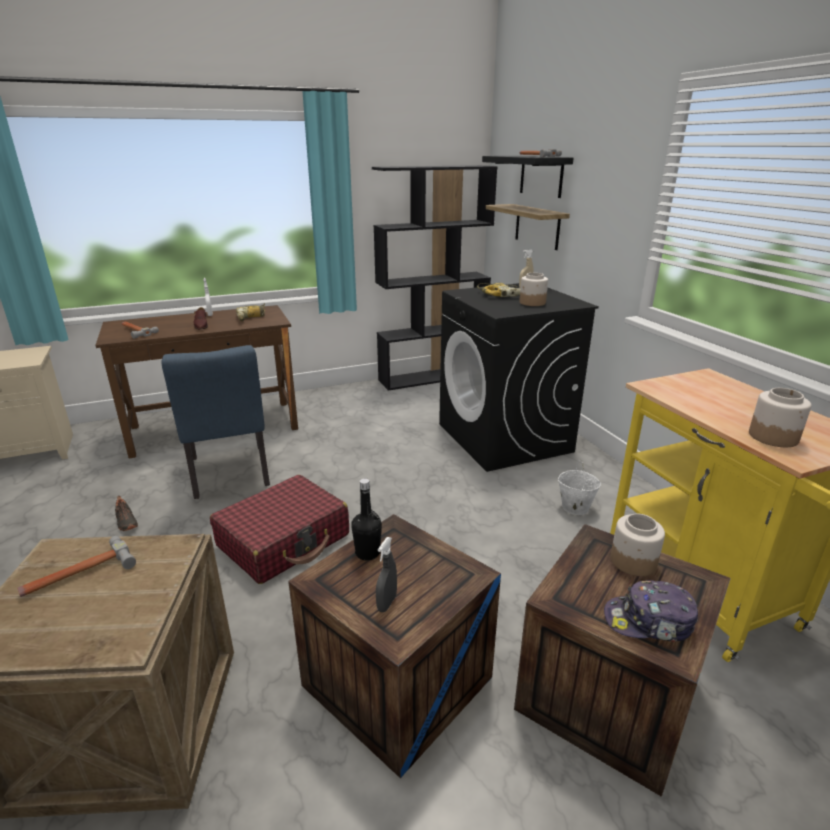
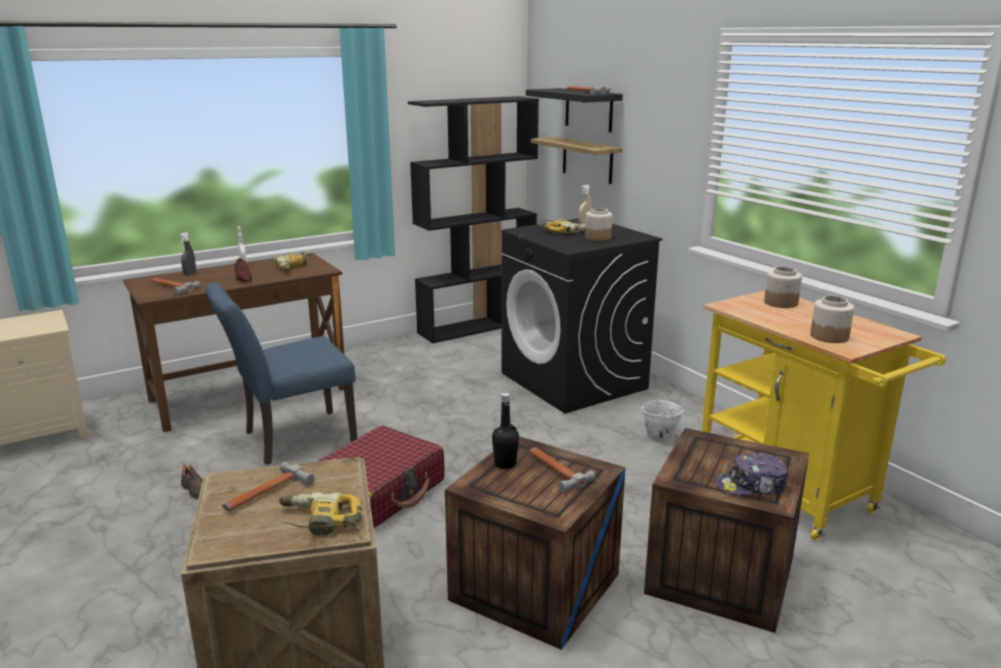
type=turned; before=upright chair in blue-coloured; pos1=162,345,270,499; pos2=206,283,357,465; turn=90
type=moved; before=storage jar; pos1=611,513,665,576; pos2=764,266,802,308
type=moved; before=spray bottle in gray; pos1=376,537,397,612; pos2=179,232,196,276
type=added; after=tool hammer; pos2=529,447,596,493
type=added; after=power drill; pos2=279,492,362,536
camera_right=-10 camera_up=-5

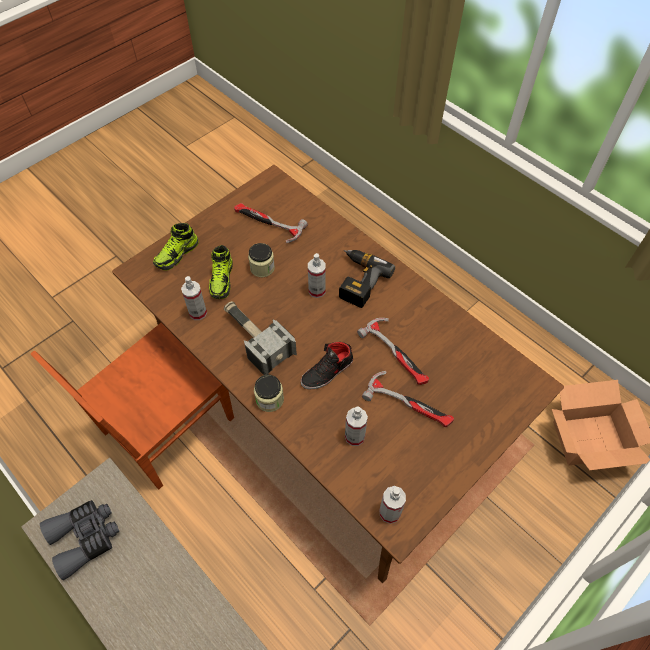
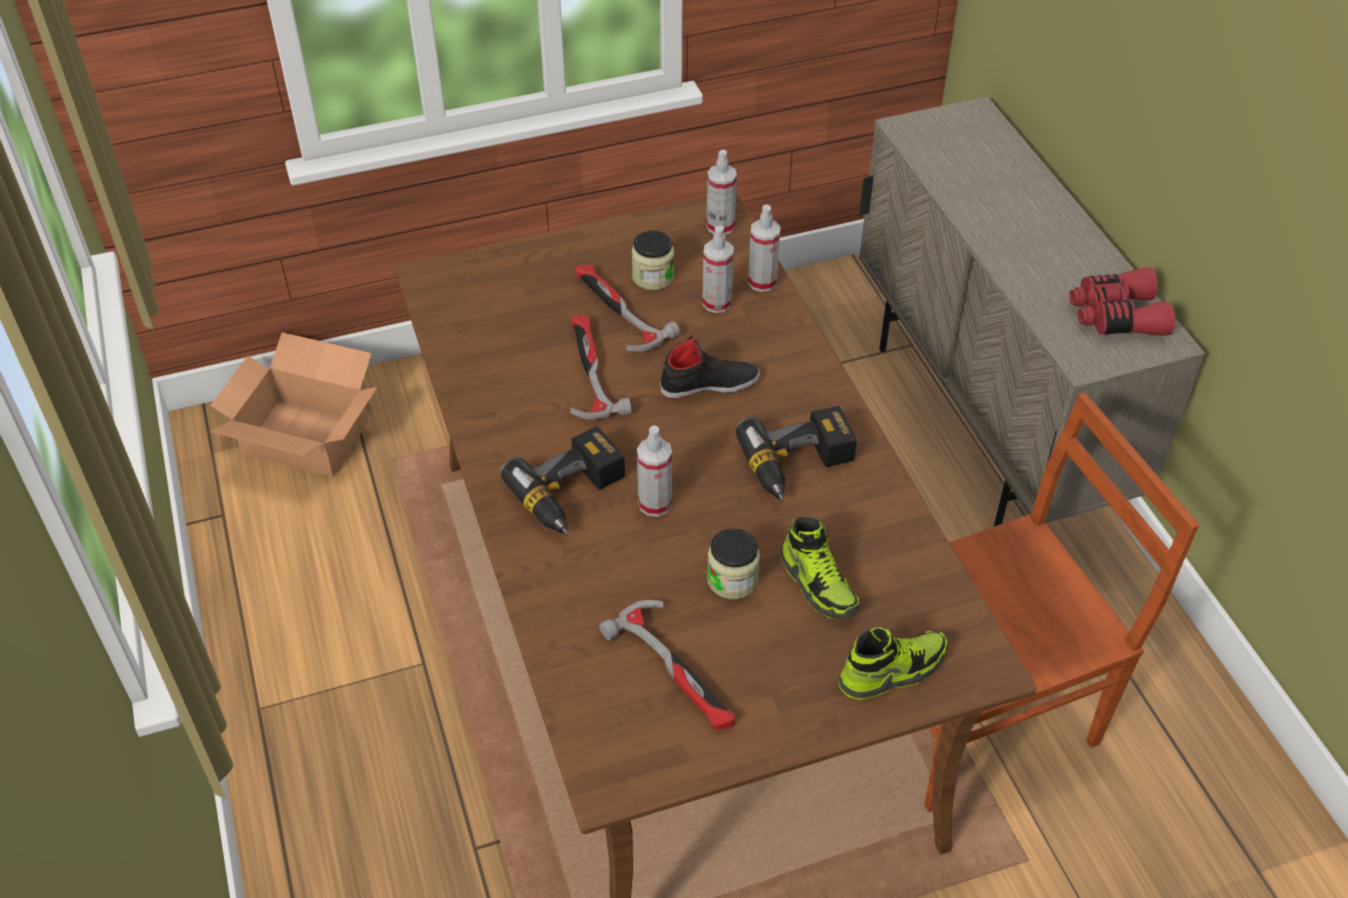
type=turned; before=shoe; pos1=209,245,233,299; pos2=781,517,860,619; turn=120
type=moved; before=spray bottle; pos1=181,276,207,320; pos2=748,205,781,292
type=replaced; before=tool hammer; after=power drill; pos1=224,301,297,375; pos2=736,406,857,502
type=moved; before=storage jar; pos1=254,375,284,412; pos2=631,230,674,290
type=recoloured; before=pair of binoculars in gray; after=pair of binoculars in red-coloured; pos1=40,500,119,580; pos2=1069,267,1175,336
camera_right=-155 camera_up=-10

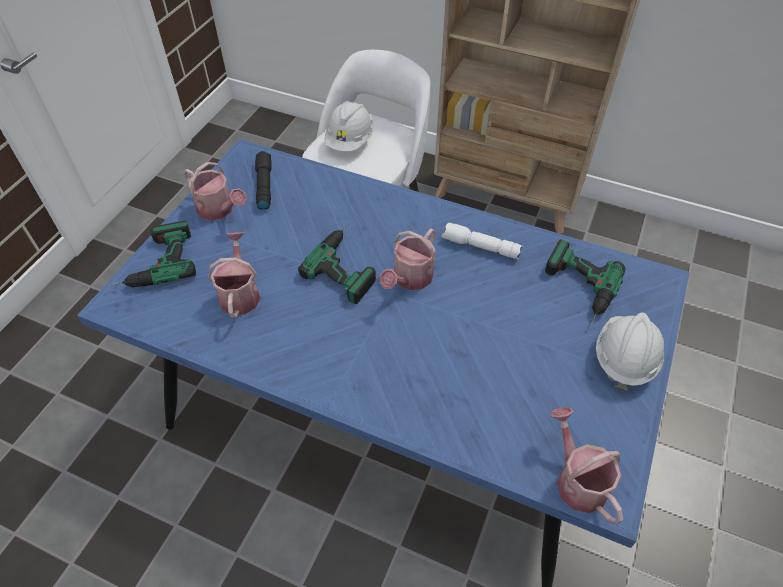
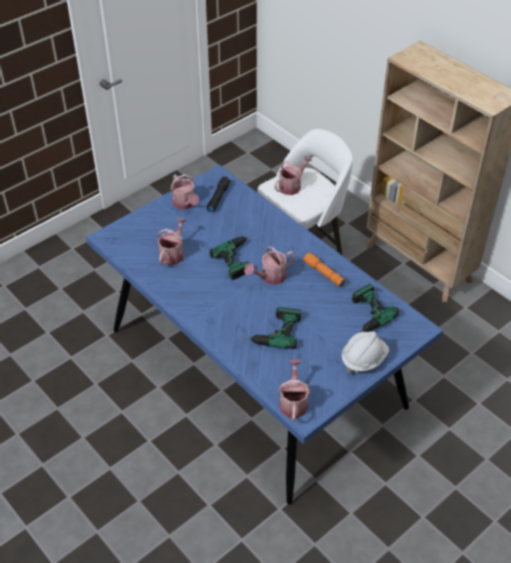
type=replaced; before=work helmet in white; after=sprinkling can; pos1=324,101,374,152; pos2=274,156,312,195
type=moved; before=power drill; pos1=107,220,196,287; pos2=241,307,301,349
type=recoloured; before=flashlight in white; after=flashlight in orangey; pos1=442,223,522,259; pos2=302,253,345,287
camera_right=25 camera_up=-5

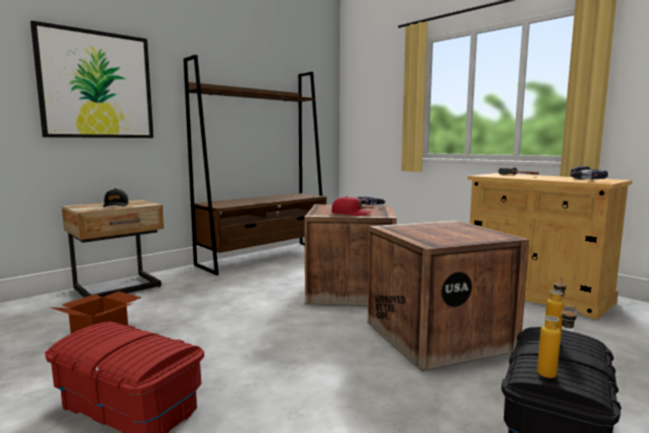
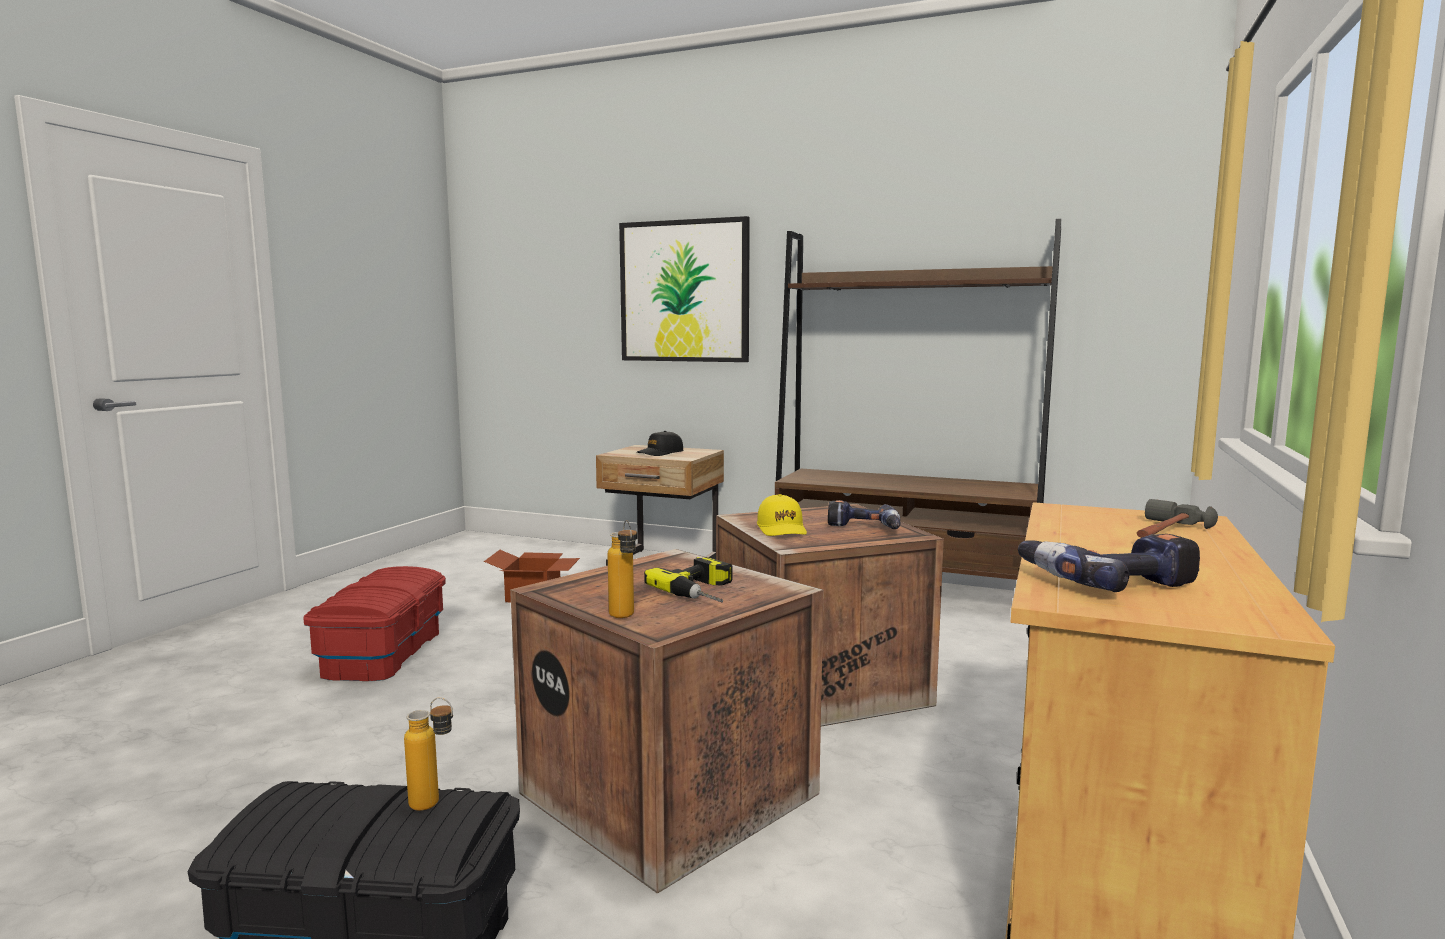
type=recoloured; before=cap in red-coloured; after=cap in yellow-coloured; pos1=332,196,372,216; pos2=757,494,807,536
type=moved; before=drink bottle; pos1=537,305,577,378; pos2=607,520,637,618
type=added; after=power drill; pos2=644,557,732,603
camera_right=65 camera_up=0

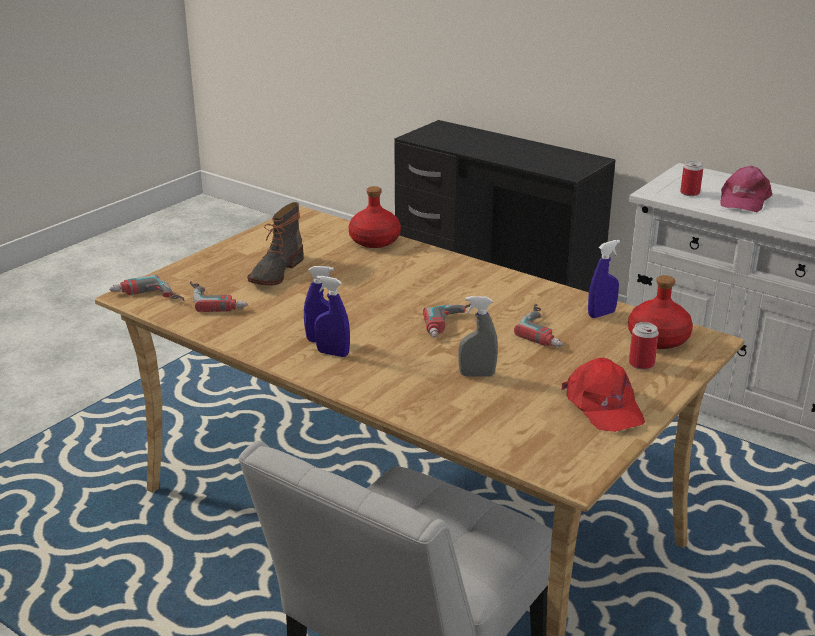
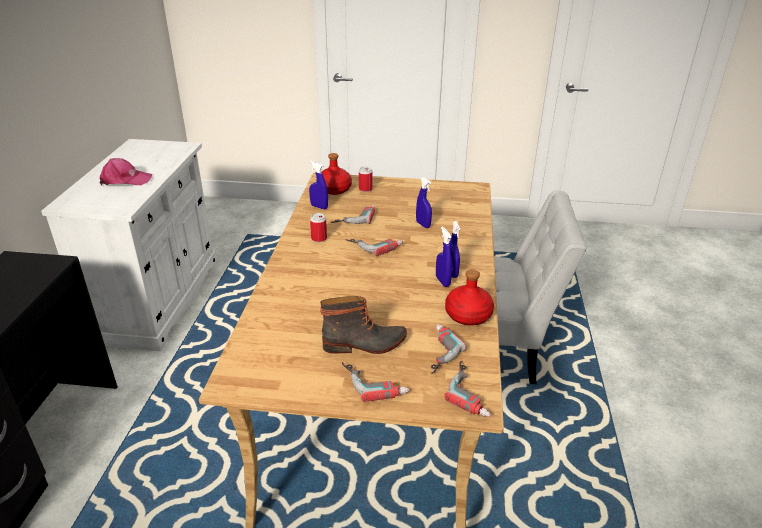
type=moved; before=sealed can; pos1=680,161,703,196; pos2=310,213,327,242
type=moved; before=drink bottle in red-coloured; pos1=348,186,401,248; pos2=445,269,494,326
type=recoloured; before=spray bottle in gray; after=spray bottle in blue-coloured; pos1=458,296,498,377; pos2=416,177,432,228
type=removed; before=cap in red-coloured; pos1=562,358,645,432
type=added; after=power drill; pos2=342,362,409,402
camera_right=-120 camera_up=5

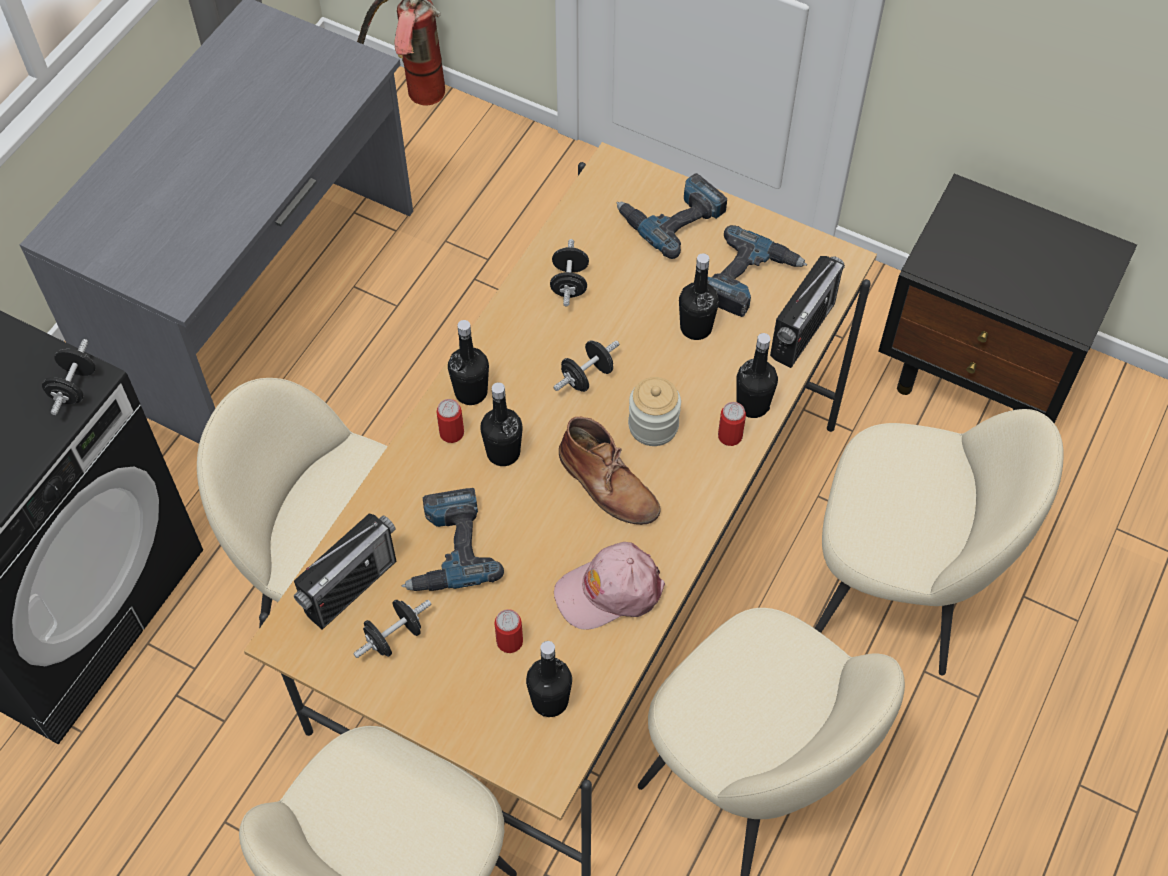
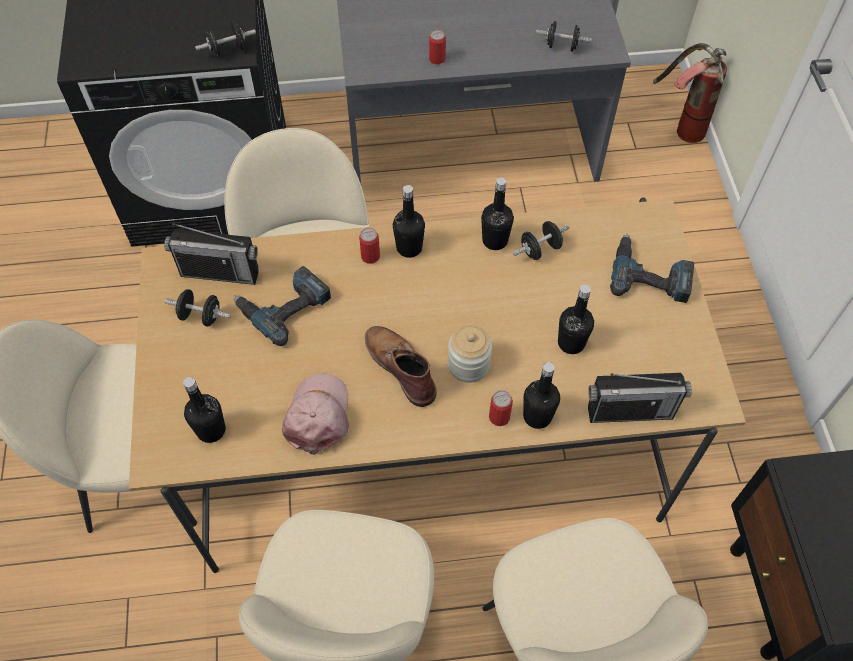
type=removed; before=power drill; pos1=707,225,807,317
type=moved; before=hand weight in black-coloured; pos1=553,340,619,392; pos2=536,21,592,52
type=moved; before=drink bottle in black-coloured; pos1=480,383,523,466; pos2=481,177,514,250
type=turned; before=boot in brown; pos1=559,417,661,525; pos2=365,326,436,407; turn=135
type=turned; before=cap in pink-coloured; pos1=554,542,665,630; pos2=282,373,349,455; turn=60
type=moved; before=sealed can; pos1=494,609,523,653; pos2=429,30,446,64
camera_right=55 camera_up=0

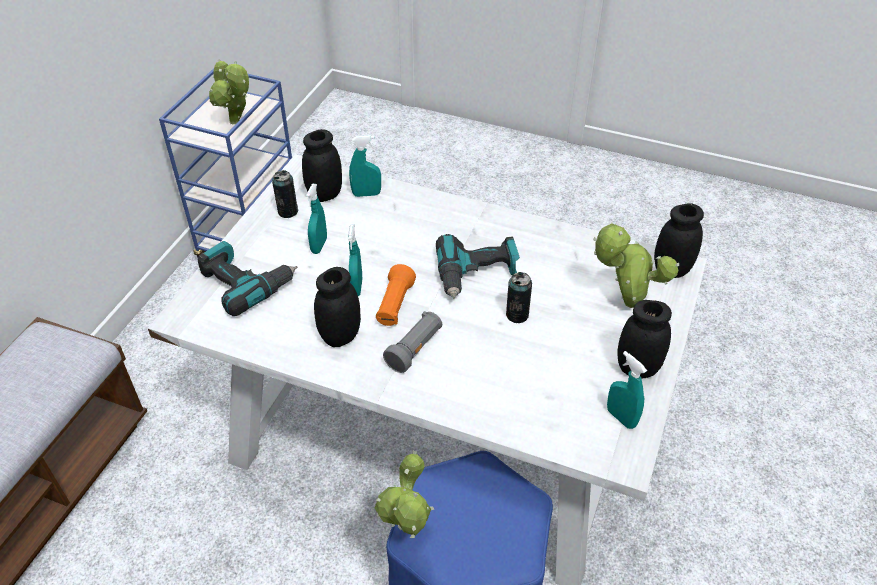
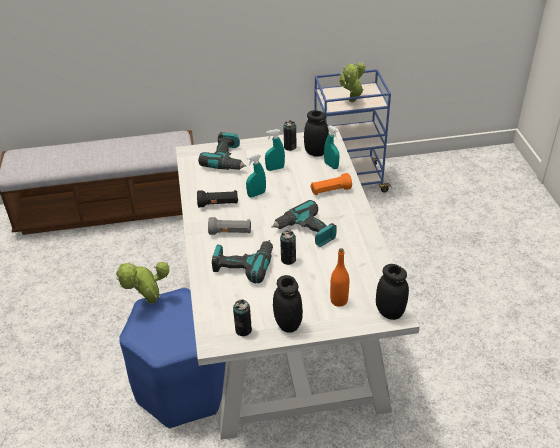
type=replaced; before=potted plant; after=drink bottle in orangey; pos1=593,222,679,308; pos2=330,248,349,307
type=moved; before=flashlight in orangey; pos1=376,264,416,326; pos2=310,173,352,195
type=replaced; before=storage jar in black-coloured; after=flashlight in black-coloured; pos1=314,267,361,347; pos2=197,190,238,207
type=replaced; before=spray bottle in turquoise; after=sealed can; pos1=607,351,647,429; pos2=233,300,252,336
type=added; after=power drill; pos2=212,240,273,284
camera_right=60 camera_up=-5

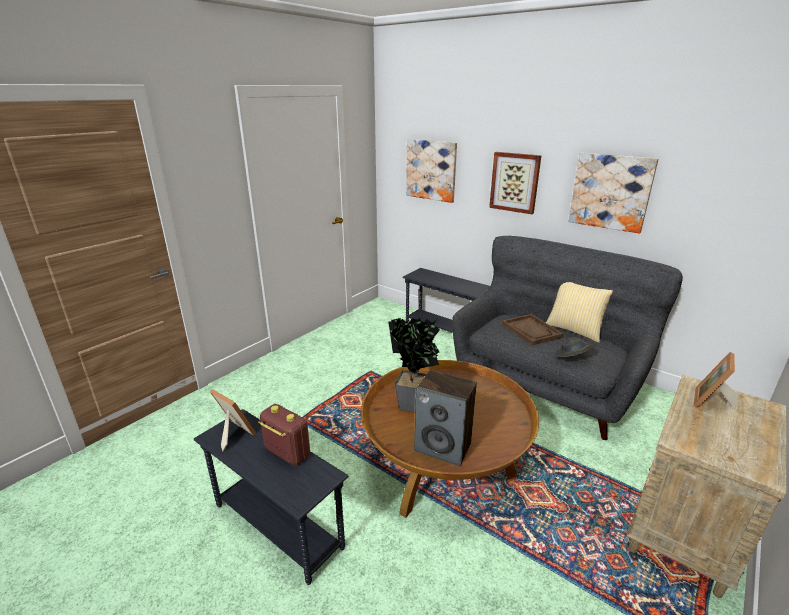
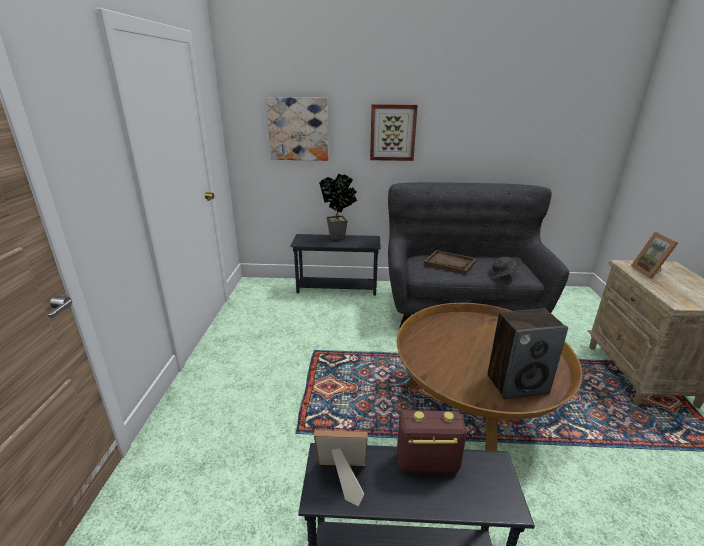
type=removed; before=picture; pos1=569,153,658,233
type=removed; before=cushion; pos1=546,282,613,343
type=moved; before=potted plant; pos1=388,318,440,412; pos2=319,174,357,240
camera_right=-35 camera_up=0

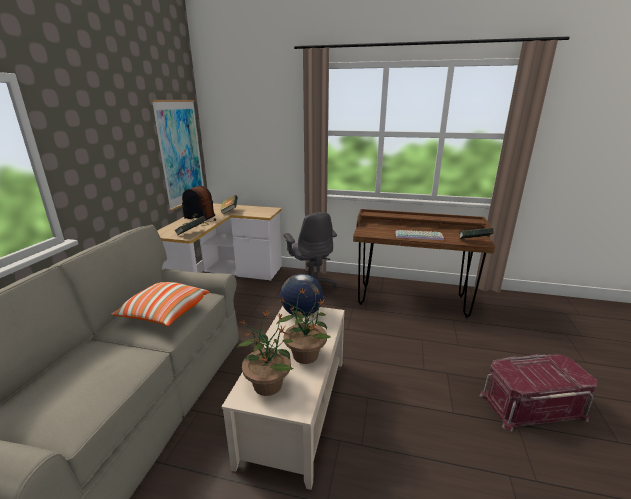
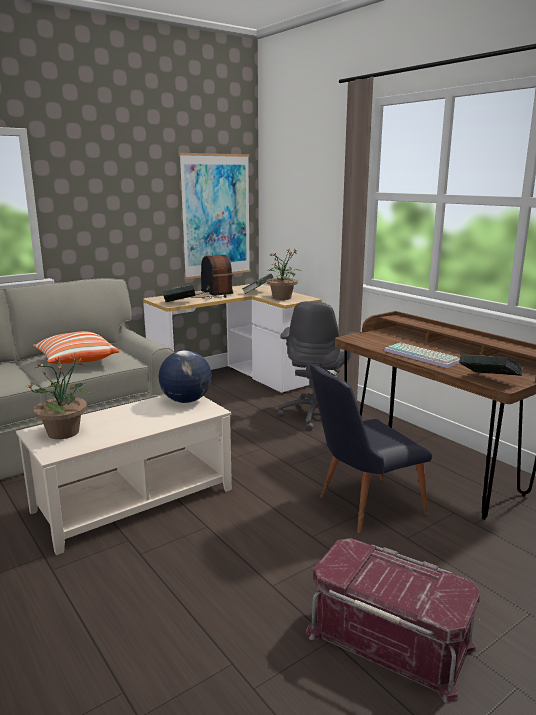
type=moved; before=potted plant; pos1=276,288,331,364; pos2=267,249,302,300
type=added; after=upright chair in black-coloured; pos2=310,364,432,533
camera_right=40 camera_up=-5

